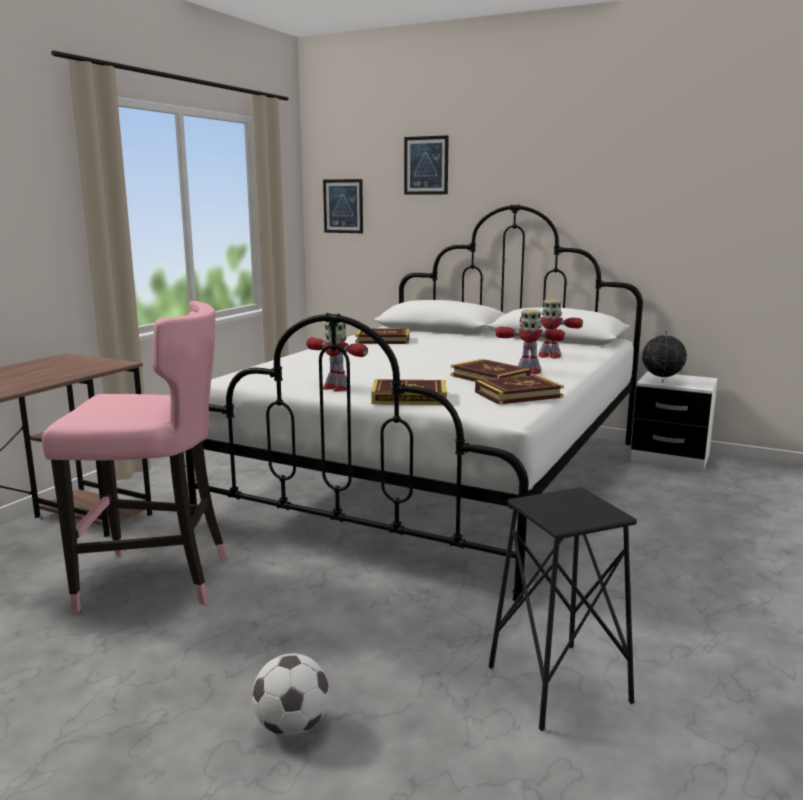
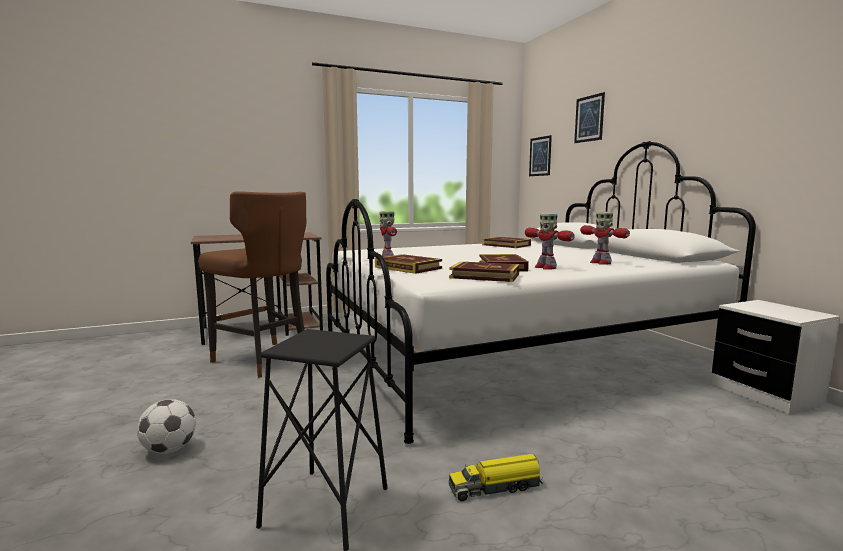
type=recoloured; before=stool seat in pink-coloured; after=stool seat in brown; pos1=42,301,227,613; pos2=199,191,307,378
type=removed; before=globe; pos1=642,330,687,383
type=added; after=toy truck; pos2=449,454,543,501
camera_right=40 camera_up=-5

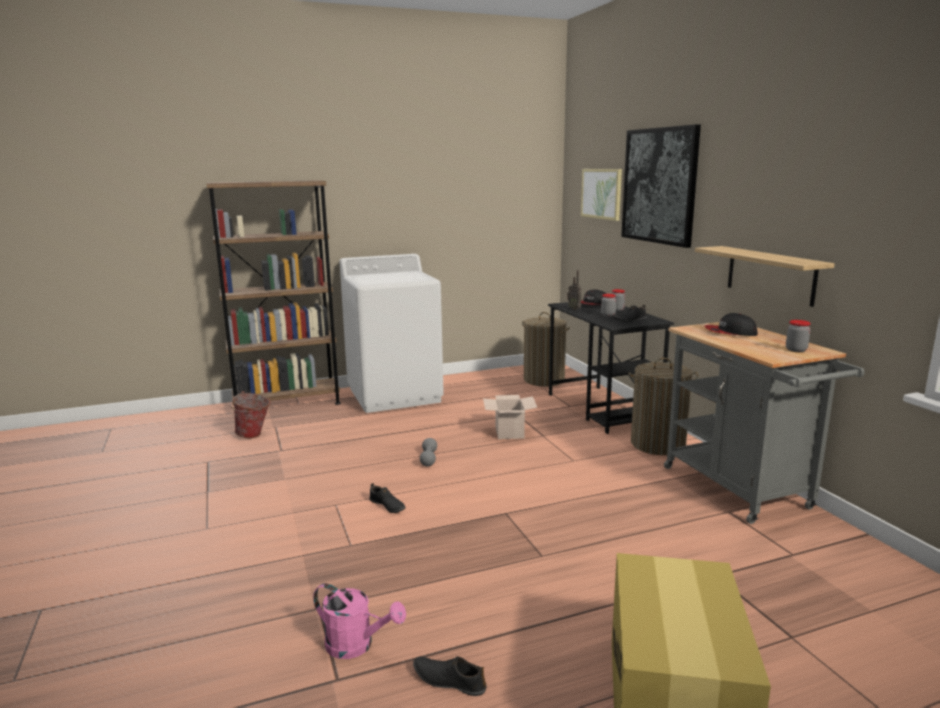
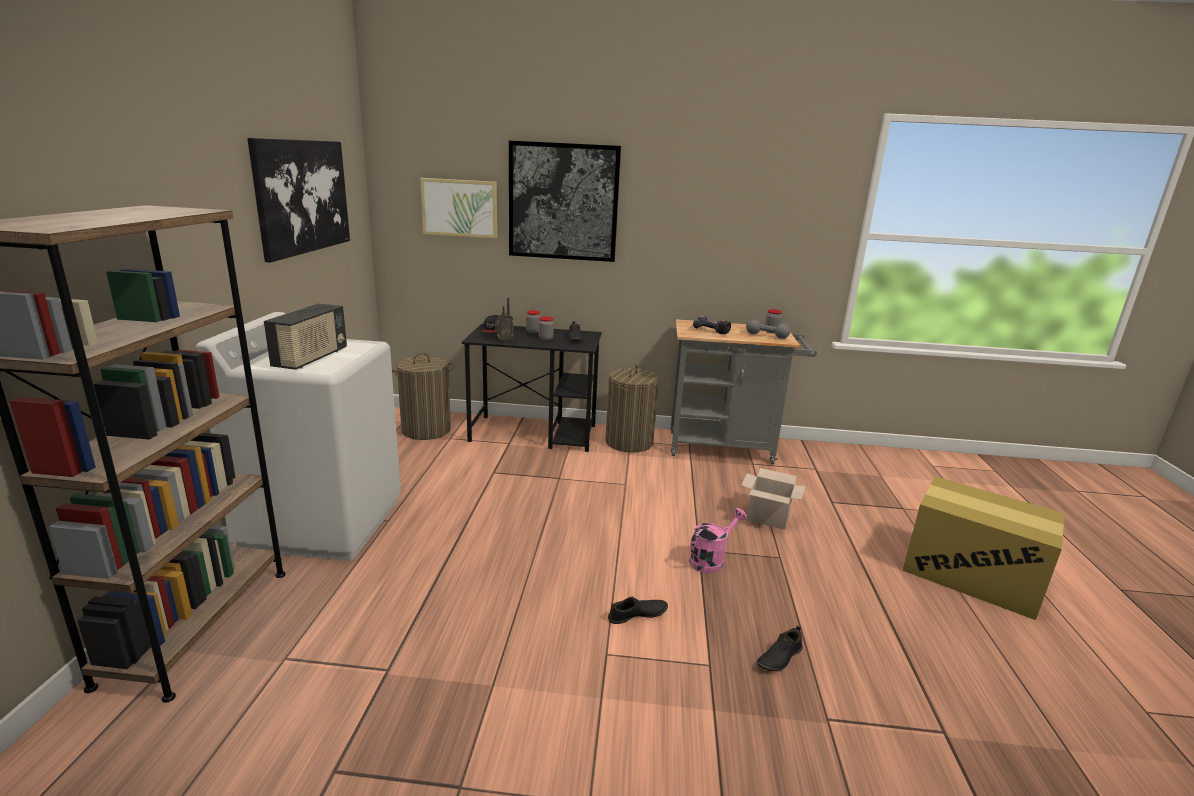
type=removed; before=bracket shelf; pos1=695,246,835,307
type=replaced; before=cap; after=power drill; pos1=704,313,758,336; pos2=693,316,731,334
type=removed; before=bucket; pos1=230,391,270,438
type=moved; before=cardboard box; pos1=483,395,537,439; pos2=741,468,805,530
type=moved; before=hand weight in gray; pos1=420,438,437,466; pos2=746,319,790,339
type=moved; before=sprinkling can in pink-coloured; pos1=313,583,406,659; pos2=689,508,747,573
type=moved; before=shoe in black-coloured; pos1=413,656,486,696; pos2=756,626,803,671
type=added; after=picture; pos2=247,138,350,262
type=added; after=radio; pos2=264,303,347,370
camera_right=-65 camera_up=5

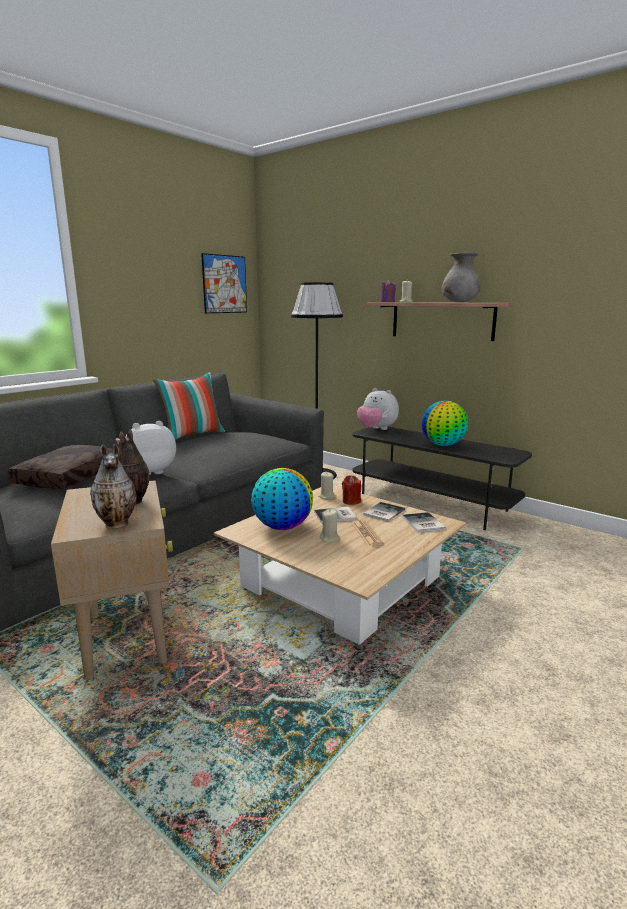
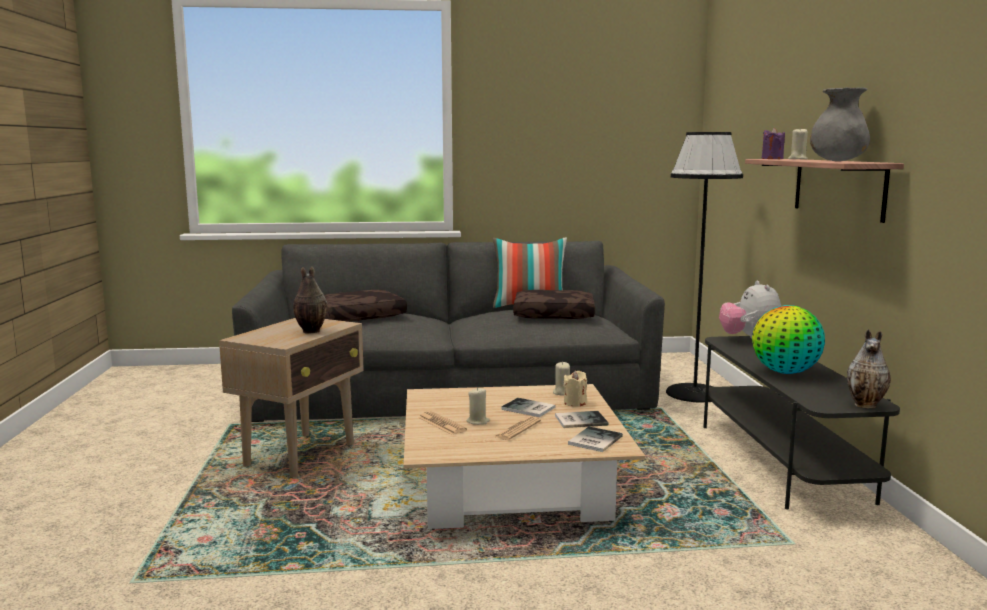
type=removed; before=picture; pos1=201,253,247,313
type=removed; before=soft toy; pos1=125,421,176,475
type=moved; before=decorative vase; pos1=90,444,137,529; pos2=847,329,890,408
type=removed; before=globe; pos1=251,468,313,530
type=recoloured; before=wax candle in red-coloured; after=wax candle in sand-coloured; pos1=342,475,361,505; pos2=563,371,587,407
type=added; after=cushion in brown; pos2=513,290,595,319
type=added; after=daily paper; pos2=418,411,467,435
camera_right=45 camera_up=-5

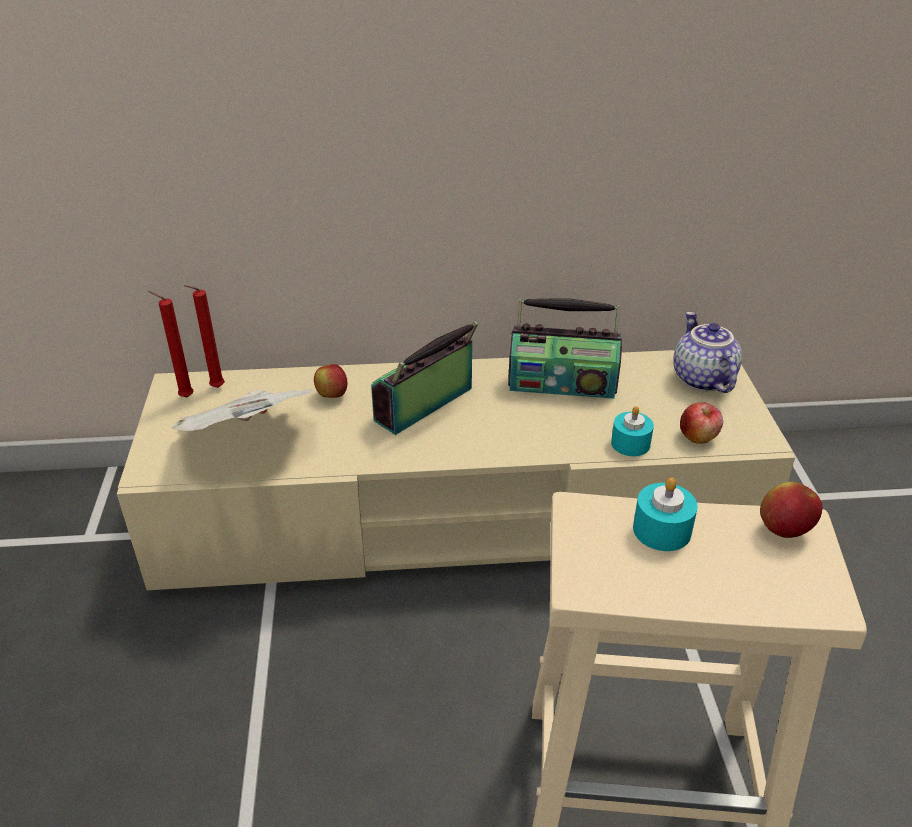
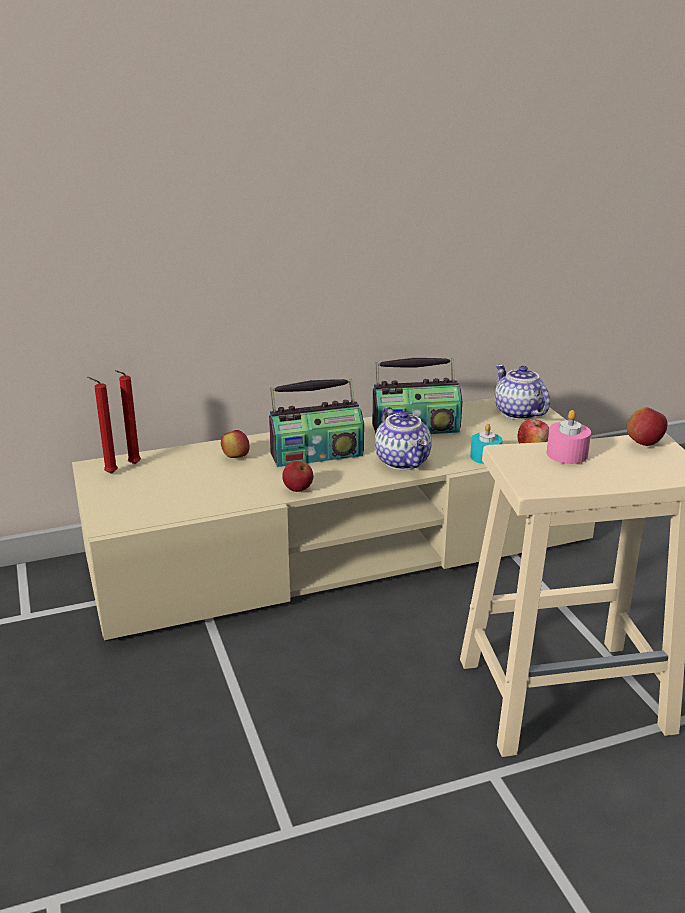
type=turned; before=radio; pos1=371,321,478,435; pos2=269,379,364,467; turn=-135
type=removed; before=daily paper; pos1=172,389,313,431
type=recoloured; before=wax candle in turquoise; after=wax candle in pink-coloured; pos1=633,478,698,551; pos2=547,410,591,464
type=added; after=tea pot; pos2=375,407,432,470
type=added; after=apple; pos2=282,460,313,492
camera_right=-15 camera_up=-10

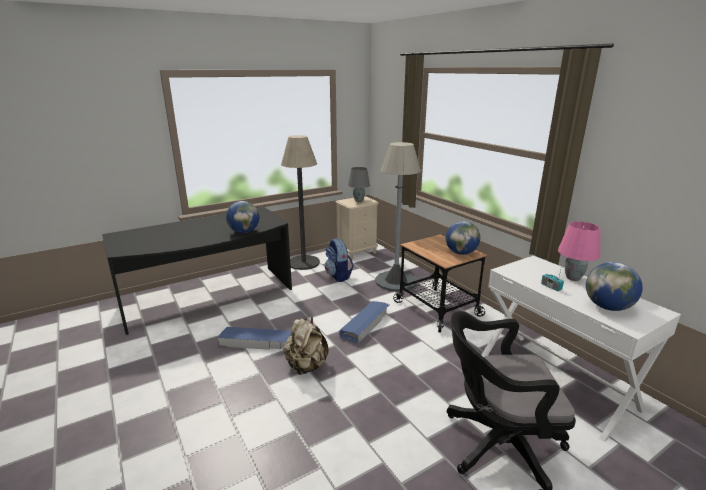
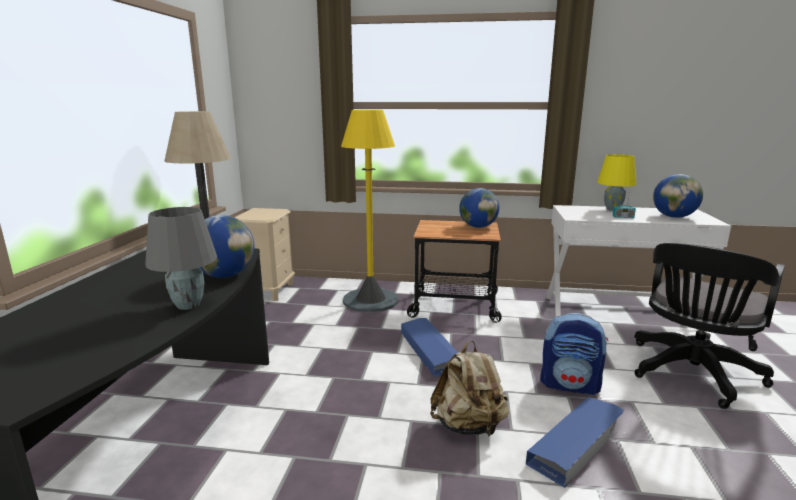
type=recoloured; before=floor lamp in gray; after=floor lamp in yellow-coloured; pos1=375,142,421,292; pos2=341,110,399,313
type=moved; before=table lamp in gray; pos1=348,167,370,202; pos2=145,207,217,310
type=recoloured; before=table lamp in pink-coloured; after=table lamp in yellow-coloured; pos1=558,221,600,281; pos2=597,154,636,211
type=moved; before=rucksack; pos1=325,238,354,282; pos2=540,313,608,395
type=moved; before=storage bin in blue-coloured; pos1=218,327,291,350; pos2=526,397,625,488
camera_right=-50 camera_up=-5

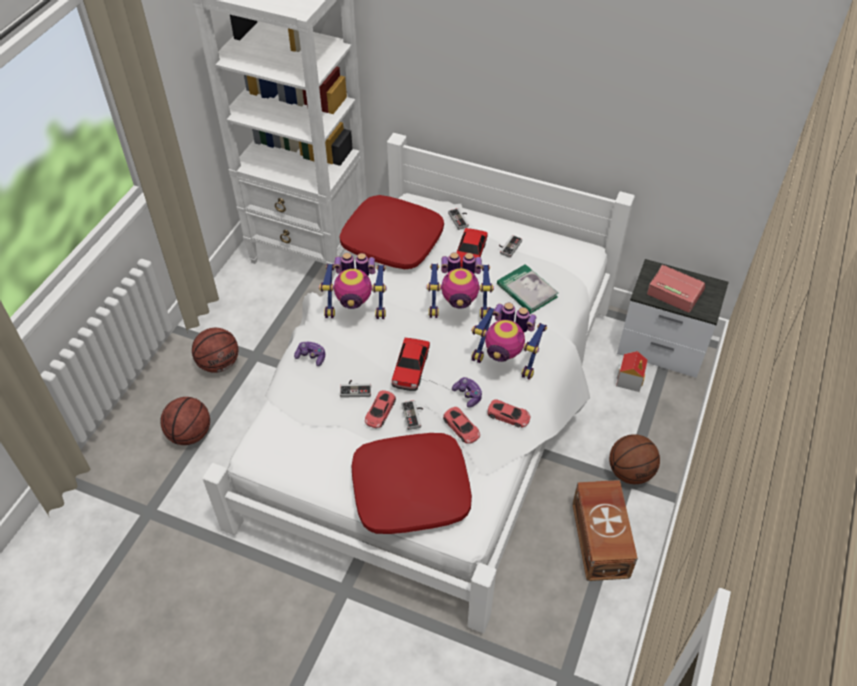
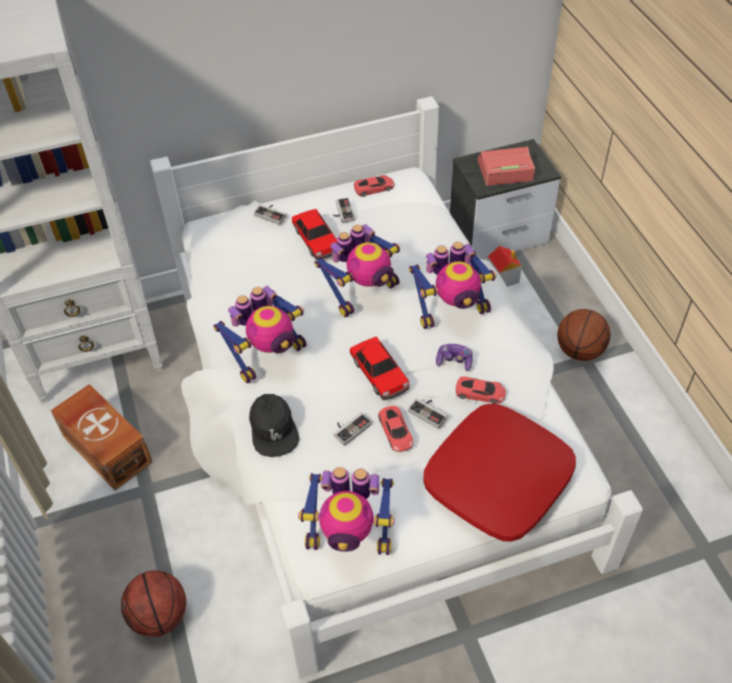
type=removed; before=cushion in red-coloured; pos1=340,195,444,269
type=removed; before=book; pos1=497,264,559,314
type=removed; before=basketball; pos1=192,328,238,373
type=replaced; before=game controller; after=cap in black-coloured; pos1=294,342,325,366; pos2=249,394,300,457
type=moved; before=model car in red-coloured; pos1=488,399,530,428; pos2=354,175,394,197
type=moved; before=storage bin in brown; pos1=572,480,638,581; pos2=50,384,153,491
type=added; after=toy robot; pos2=298,467,395,555
camera_right=-40 camera_up=0

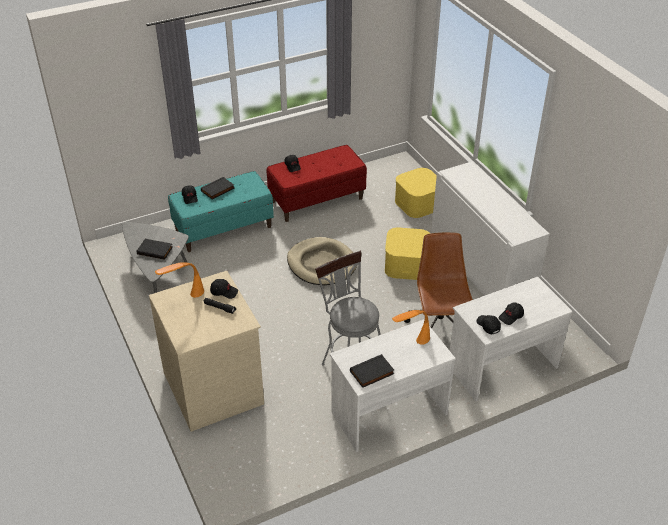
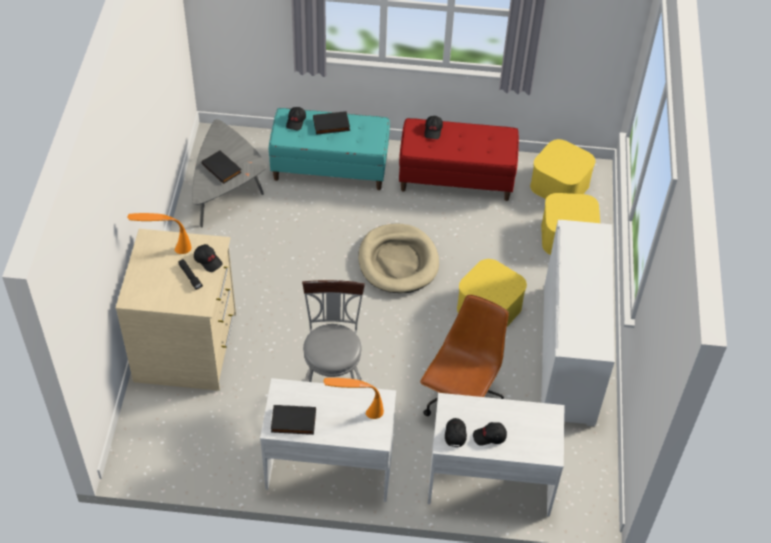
type=added; after=storage bin in yellow-coloured; pos2=530,139,595,199
camera_right=30 camera_up=10

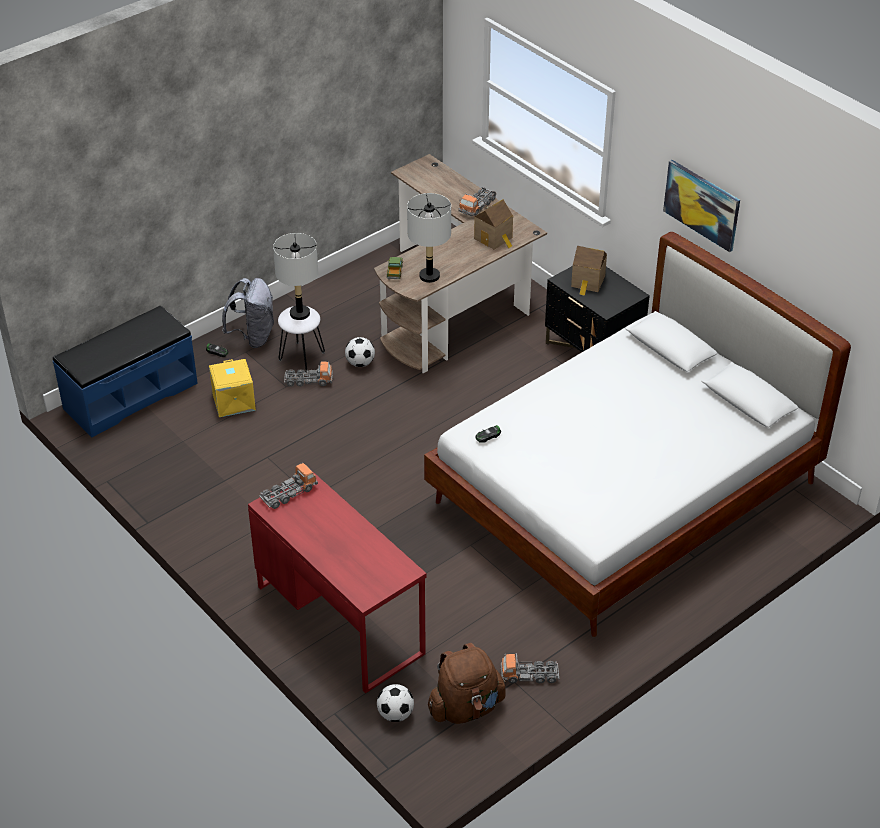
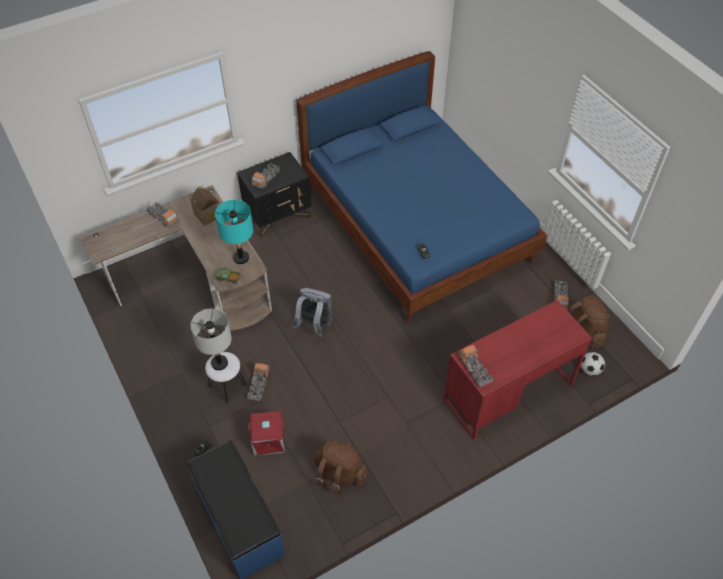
type=removed; before=picture; pos1=663,160,740,252
type=recoloured; before=table lamp in gray; after=table lamp in turquoise; pos1=407,193,451,283; pos2=215,200,253,264
type=recoloured; before=bed in white; after=bed in blue-coloured; pos1=424,232,851,637; pos2=296,51,548,323
type=replaced; before=model house; after=toy truck; pos1=571,246,607,296; pos2=252,163,281,189
type=moved; before=rucksack in gray; pos1=222,278,274,348; pos2=293,288,332,337
type=removed; before=football ball; pos1=345,337,375,367
type=recoloured; before=storage bin in yellow-coloured; after=storage bin in red-coloured; pos1=209,359,256,417; pos2=248,411,285,456
type=added; after=rucksack in brown; pos2=314,439,367,494
camera_right=-80 camera_up=10

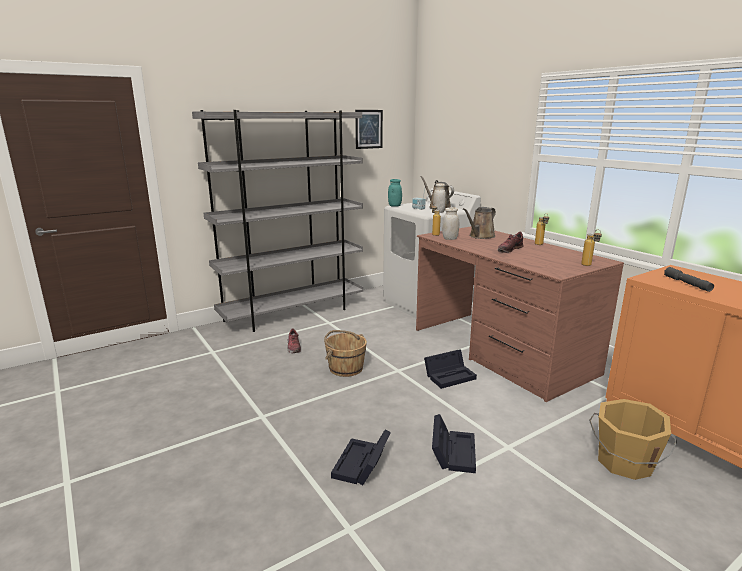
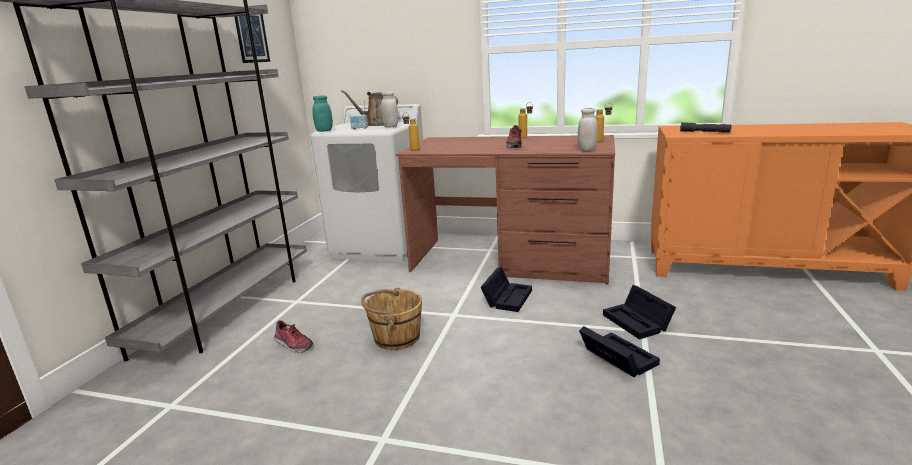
type=moved; before=storage jar in white; pos1=442,207,459,240; pos2=578,108,598,151
type=removed; before=sprinkling can in brown; pos1=463,207,496,239
type=removed; before=bucket in orangey; pos1=589,399,677,480
type=moved; before=storage bin in black-coloured; pos1=331,429,391,486; pos2=603,285,676,340
camera_right=-40 camera_up=0

